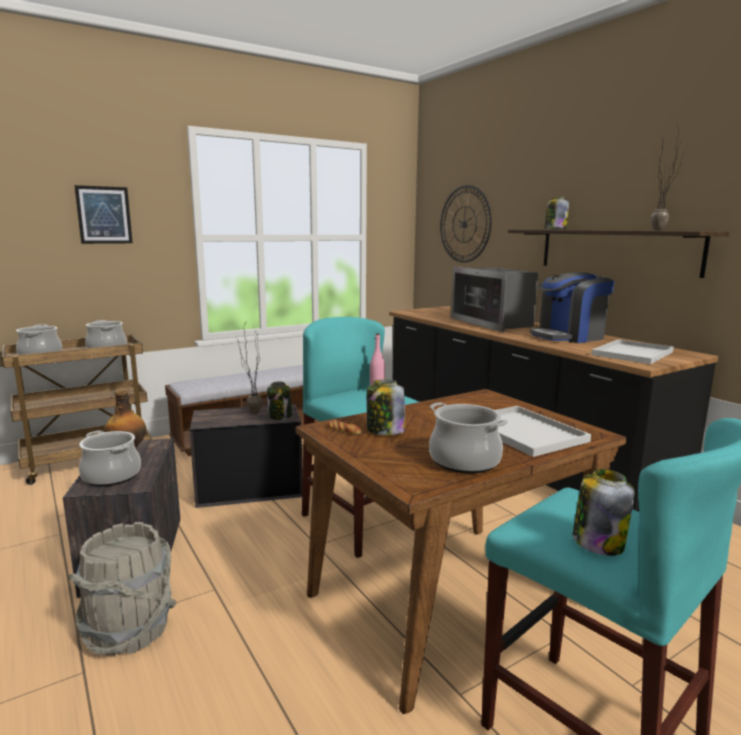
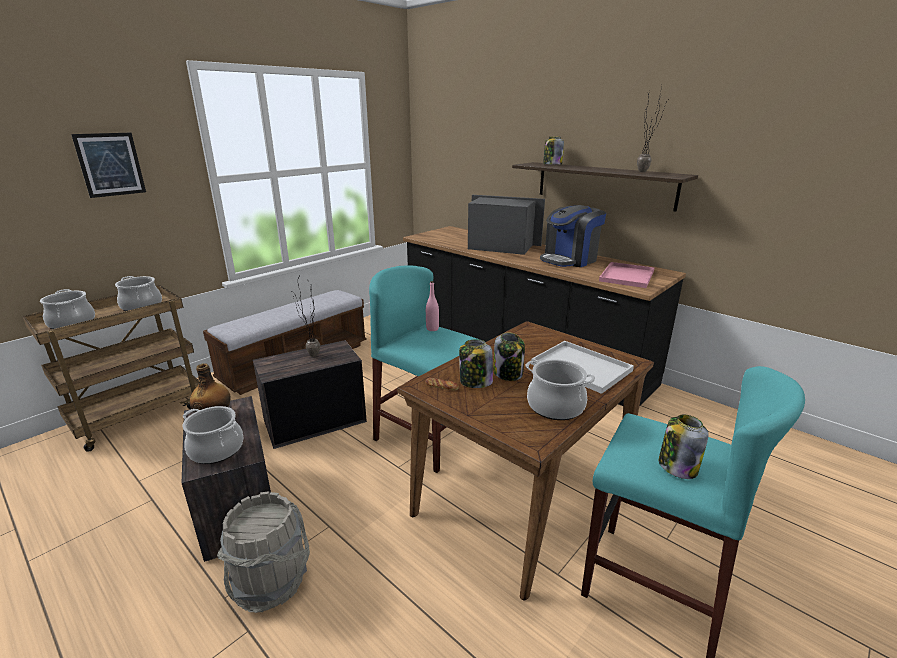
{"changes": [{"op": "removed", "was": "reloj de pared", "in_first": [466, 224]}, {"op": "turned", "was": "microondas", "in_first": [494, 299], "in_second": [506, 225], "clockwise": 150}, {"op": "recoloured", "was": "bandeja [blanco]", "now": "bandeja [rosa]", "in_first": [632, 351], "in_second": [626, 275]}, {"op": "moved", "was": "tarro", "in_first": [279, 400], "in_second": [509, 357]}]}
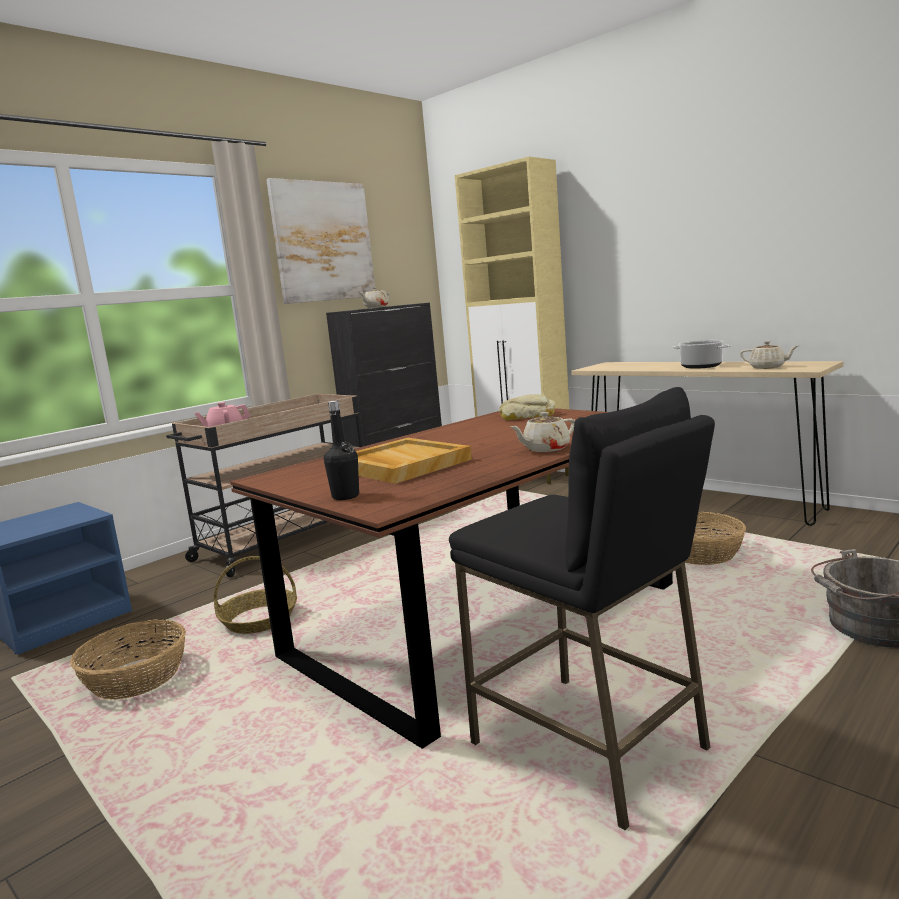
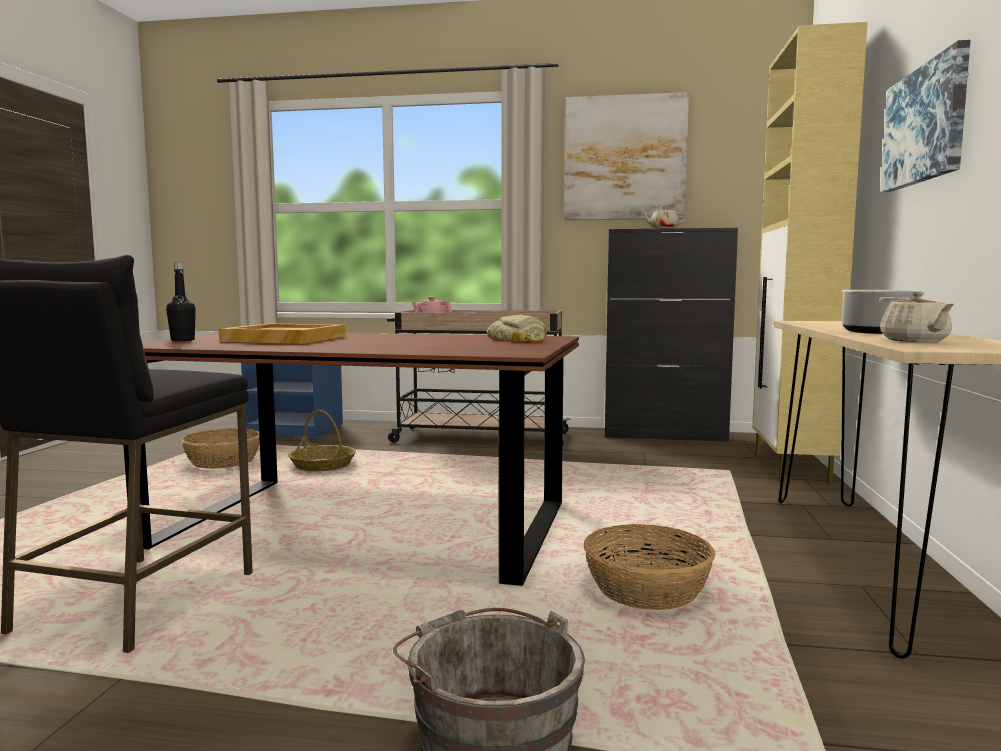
{"changes": [{"op": "removed", "was": "tetera [beis]", "in_first": [542, 432]}, {"op": "added", "now": "cuadro", "in_second": [925, 116]}]}
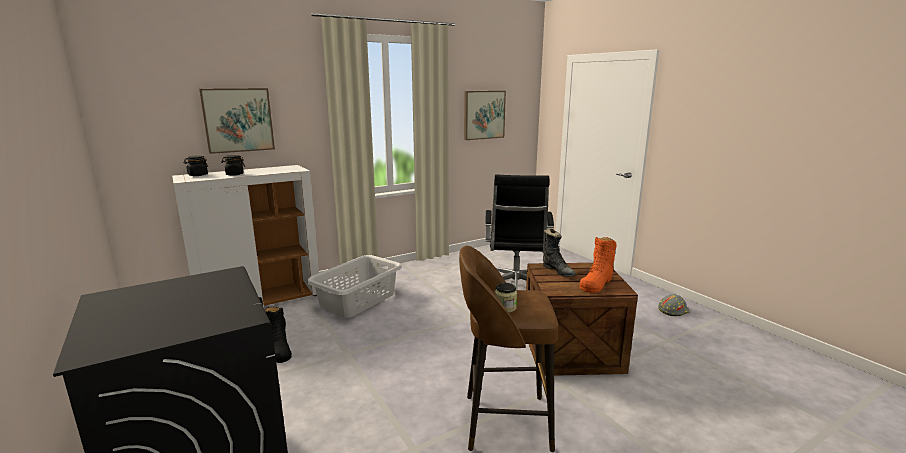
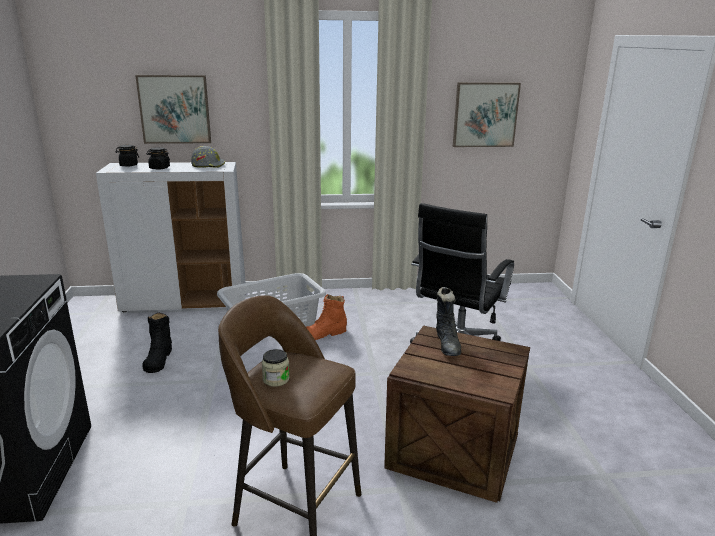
{"changes": [{"op": "moved", "was": "bota [naranja]", "in_first": [598, 265], "in_second": [326, 317]}, {"op": "moved", "was": "casco [gris]", "in_first": [674, 305], "in_second": [208, 157]}]}
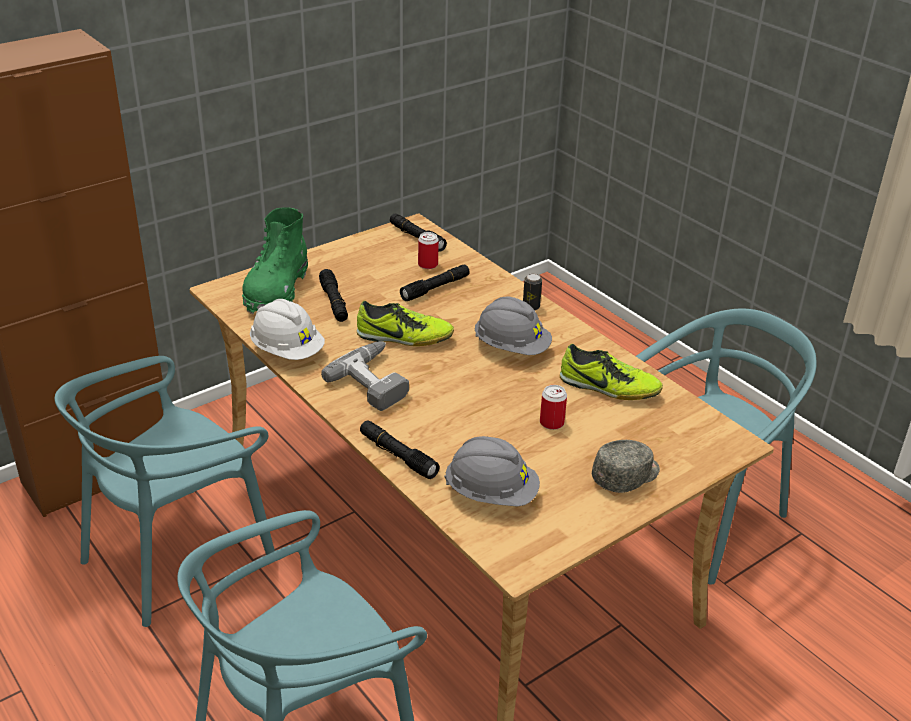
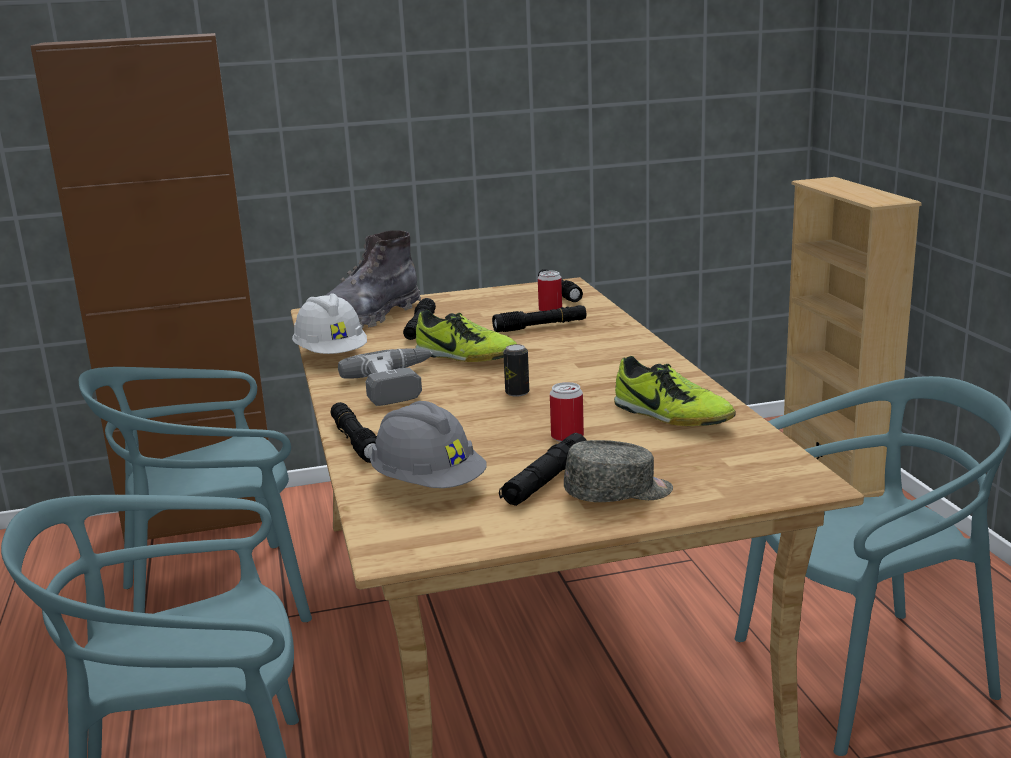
{"changes": [{"op": "recoloured", "was": "bota [verde]", "now": "bota [gris]", "in_first": [275, 260], "in_second": [374, 279]}, {"op": "moved", "was": "lata", "in_first": [532, 292], "in_second": [516, 370]}, {"op": "removed", "was": "casco [gris]", "in_first": [513, 326]}, {"op": "added", "now": "estantería [beis]", "in_second": [852, 337]}, {"op": "added", "now": "linterna [negro]", "in_second": [543, 469]}]}
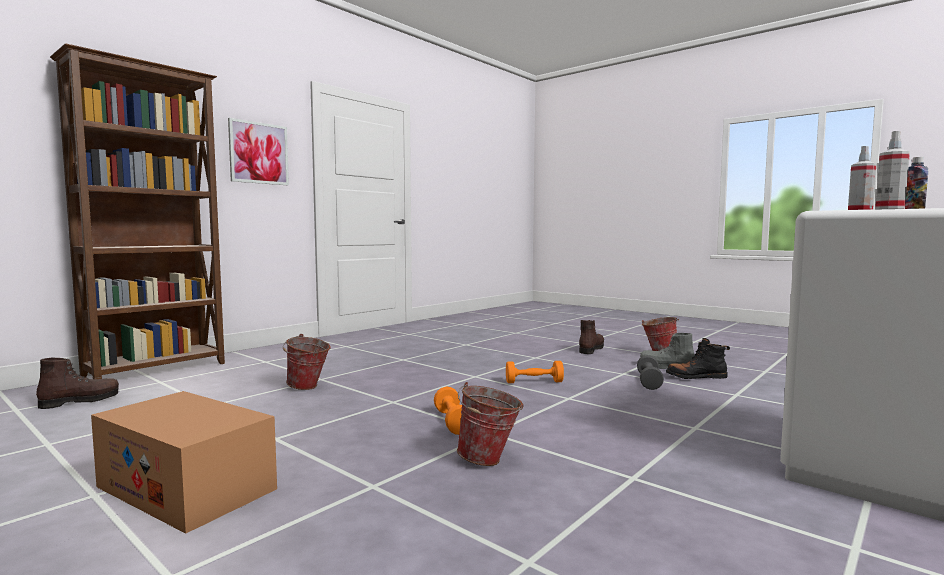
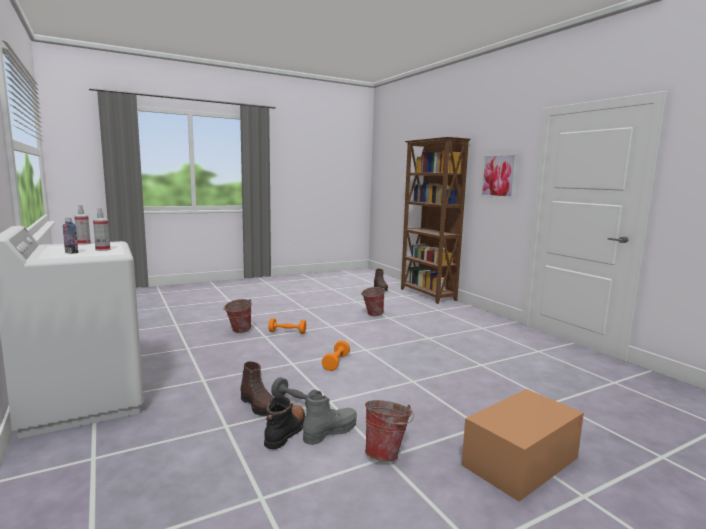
{"changes": [{"op": "moved", "was": "bota [marrón]", "in_first": [591, 337], "in_second": [257, 388]}, {"op": "moved", "was": "caja de cartón", "in_first": [184, 462], "in_second": [523, 445]}]}
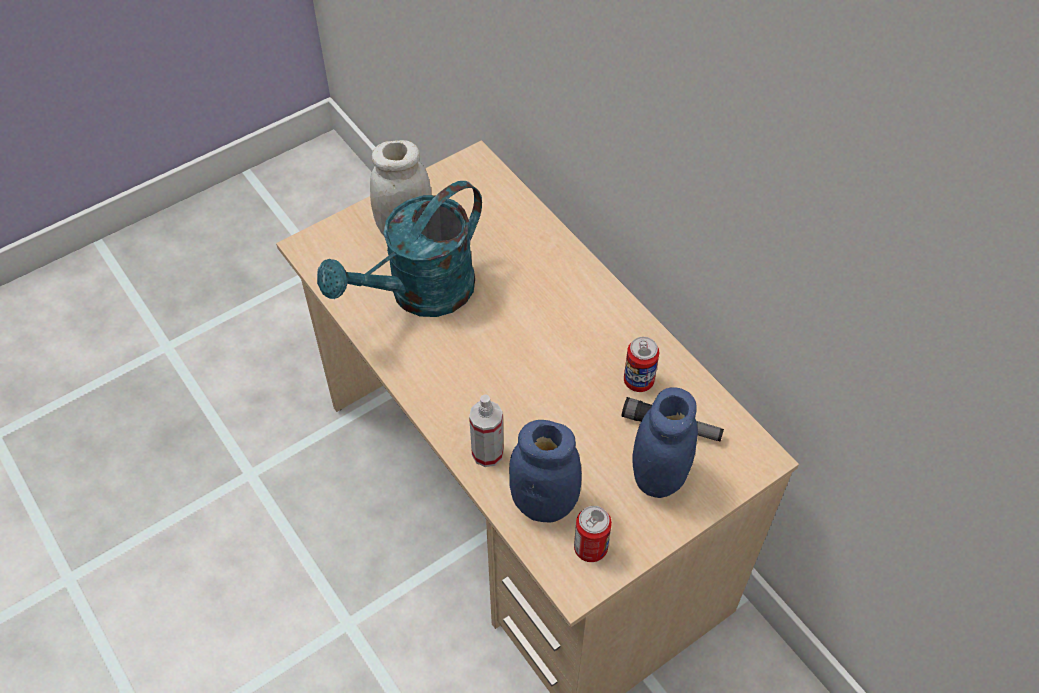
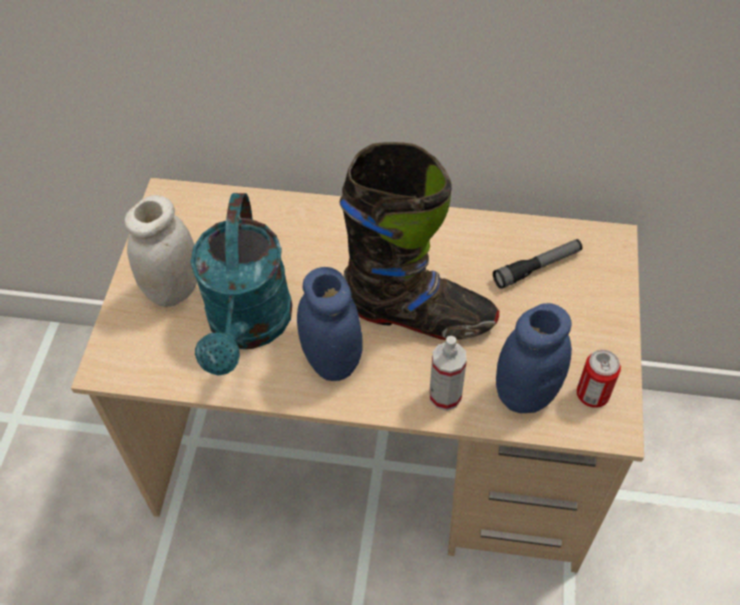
{"changes": [{"op": "removed", "was": "lata", "in_first": [641, 364]}, {"op": "moved", "was": "tarro [azul]", "in_first": [665, 442], "in_second": [330, 324]}, {"op": "added", "now": "bota [negro]", "in_second": [419, 241]}]}
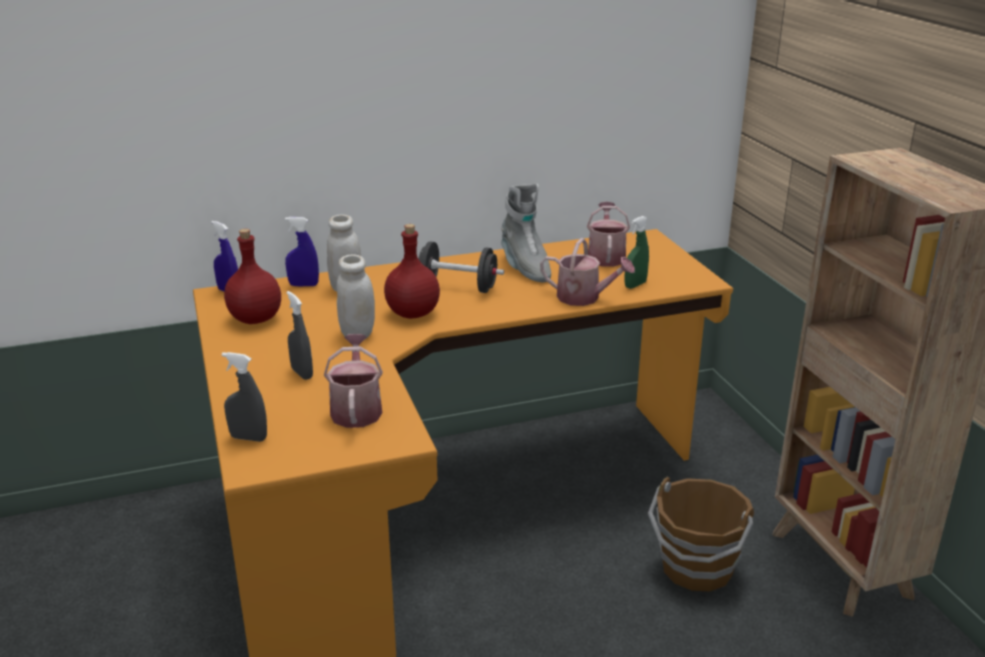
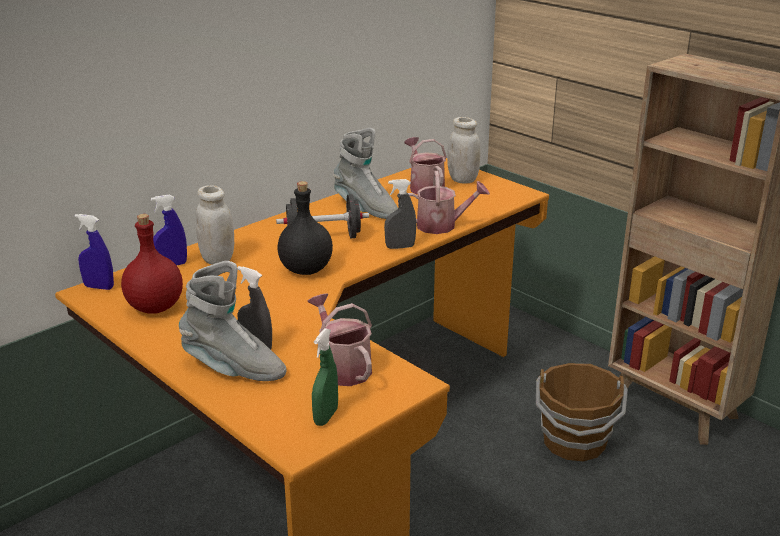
{"changes": [{"op": "moved", "was": "pulverizador [verde]", "in_first": [636, 252], "in_second": [325, 377]}, {"op": "recoloured", "was": "botella [rojo]", "now": "botella [negro]", "in_first": [412, 271], "in_second": [305, 228]}, {"op": "moved", "was": "tarro [blanco]", "in_first": [356, 297], "in_second": [463, 150]}, {"op": "moved", "was": "pulverizador [gris]", "in_first": [244, 397], "in_second": [400, 214]}, {"op": "added", "now": "bota [gris]", "in_second": [233, 321]}]}
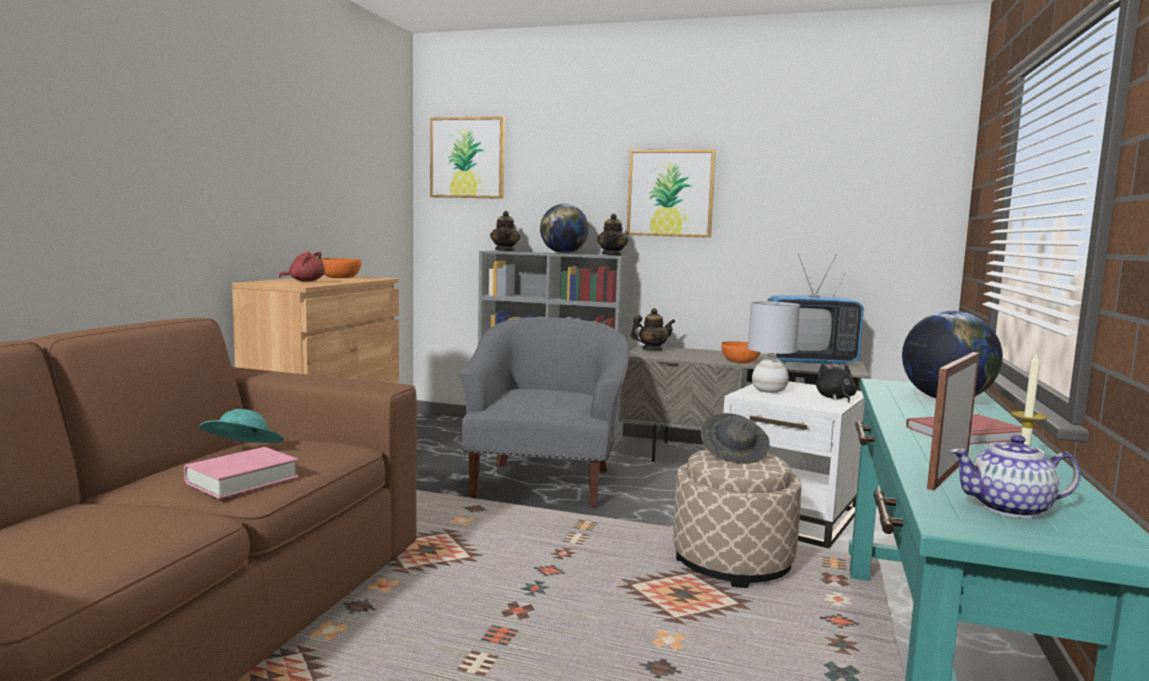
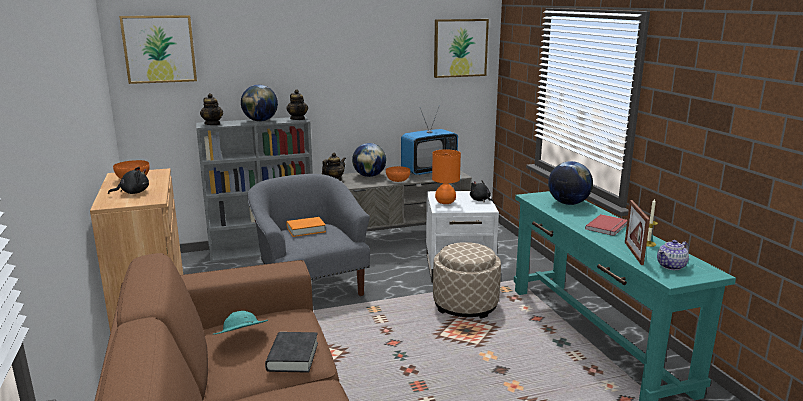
{"changes": [{"op": "moved", "was": "cuadro", "in_first": [671, 193], "in_second": [461, 48]}, {"op": "recoloured", "was": "peluche [rojo]", "now": "peluche [negro]", "in_first": [302, 266], "in_second": [128, 180]}, {"op": "recoloured", "was": "lámpara de mesa [gris]", "now": "lámpara de mesa [naranja]", "in_first": [774, 347], "in_second": [446, 177]}, {"op": "removed", "was": "sombrero [gris]", "in_first": [735, 438]}, {"op": "recoloured", "was": "libro [rosa]", "now": "libro [negro]", "in_first": [241, 473], "in_second": [291, 352]}, {"op": "added", "now": "globo terráqueo", "in_second": [369, 160]}, {"op": "added", "now": "libro [naranja]", "in_second": [306, 227]}]}
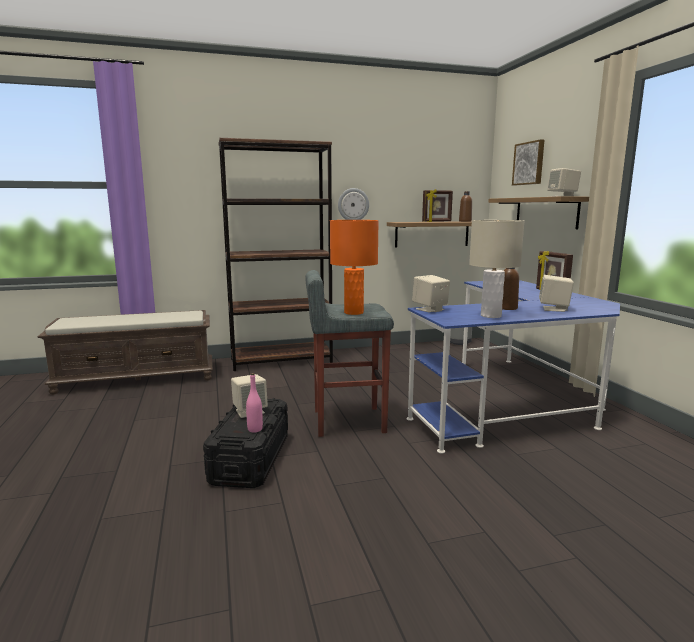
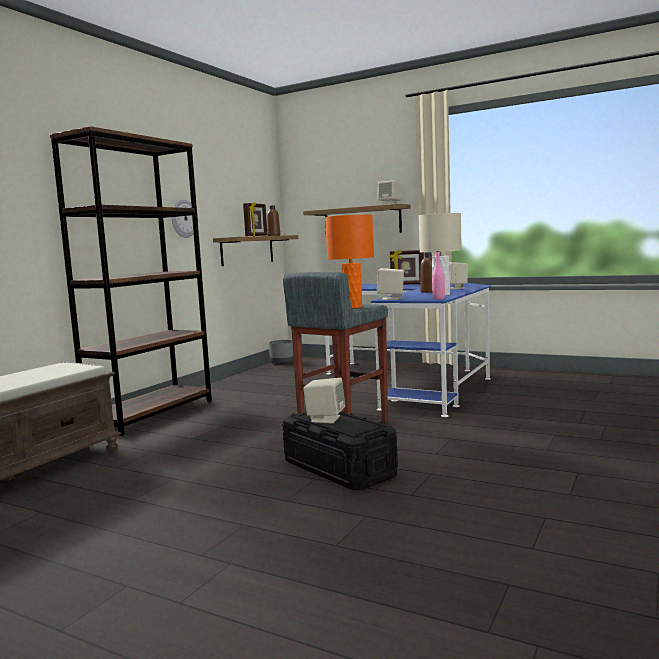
{"changes": [{"op": "removed", "was": "cuadro", "in_first": [528, 162]}, {"op": "moved", "was": "botella [rosa]", "in_first": [254, 402], "in_second": [438, 275]}]}
